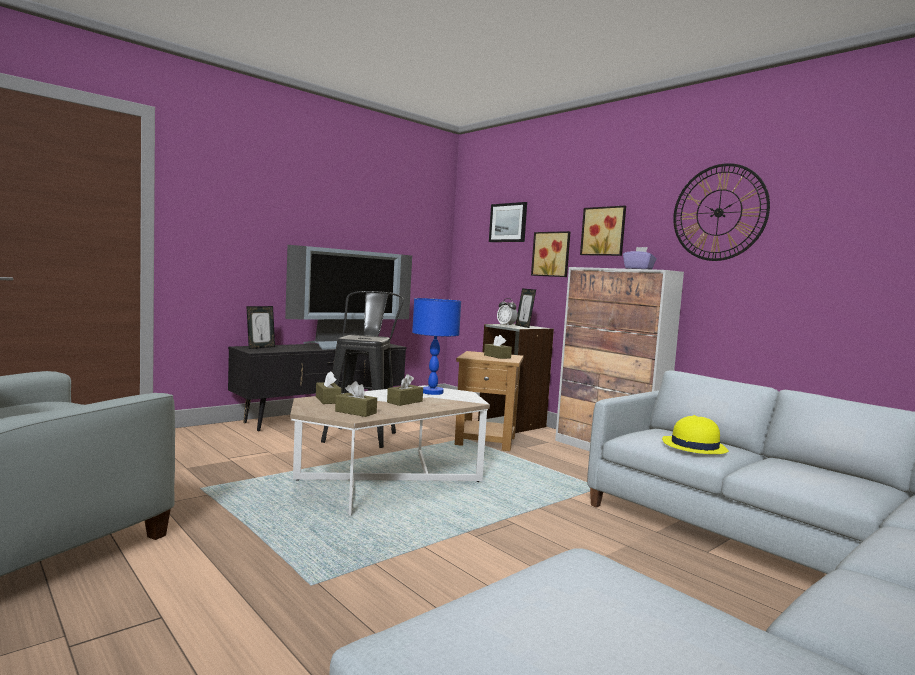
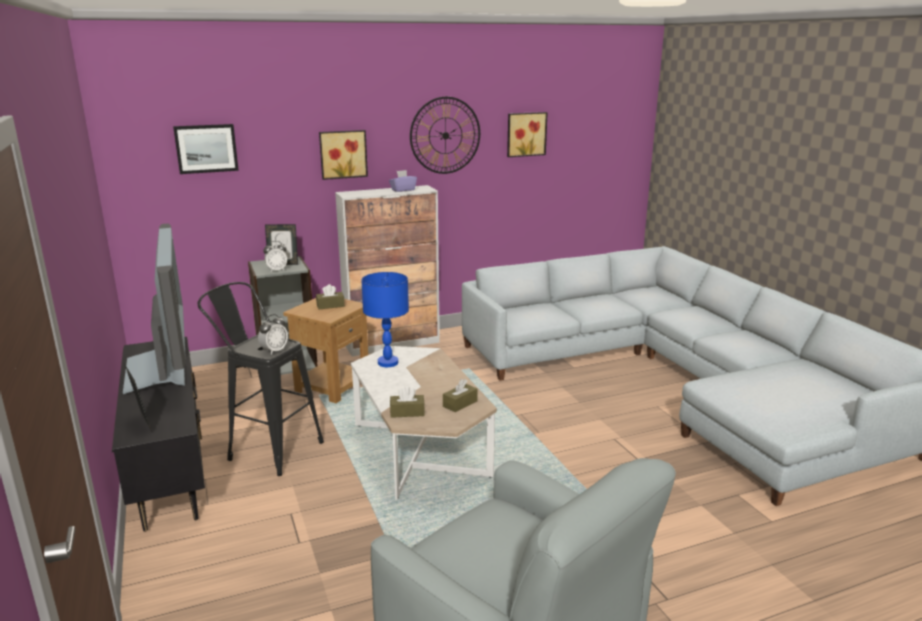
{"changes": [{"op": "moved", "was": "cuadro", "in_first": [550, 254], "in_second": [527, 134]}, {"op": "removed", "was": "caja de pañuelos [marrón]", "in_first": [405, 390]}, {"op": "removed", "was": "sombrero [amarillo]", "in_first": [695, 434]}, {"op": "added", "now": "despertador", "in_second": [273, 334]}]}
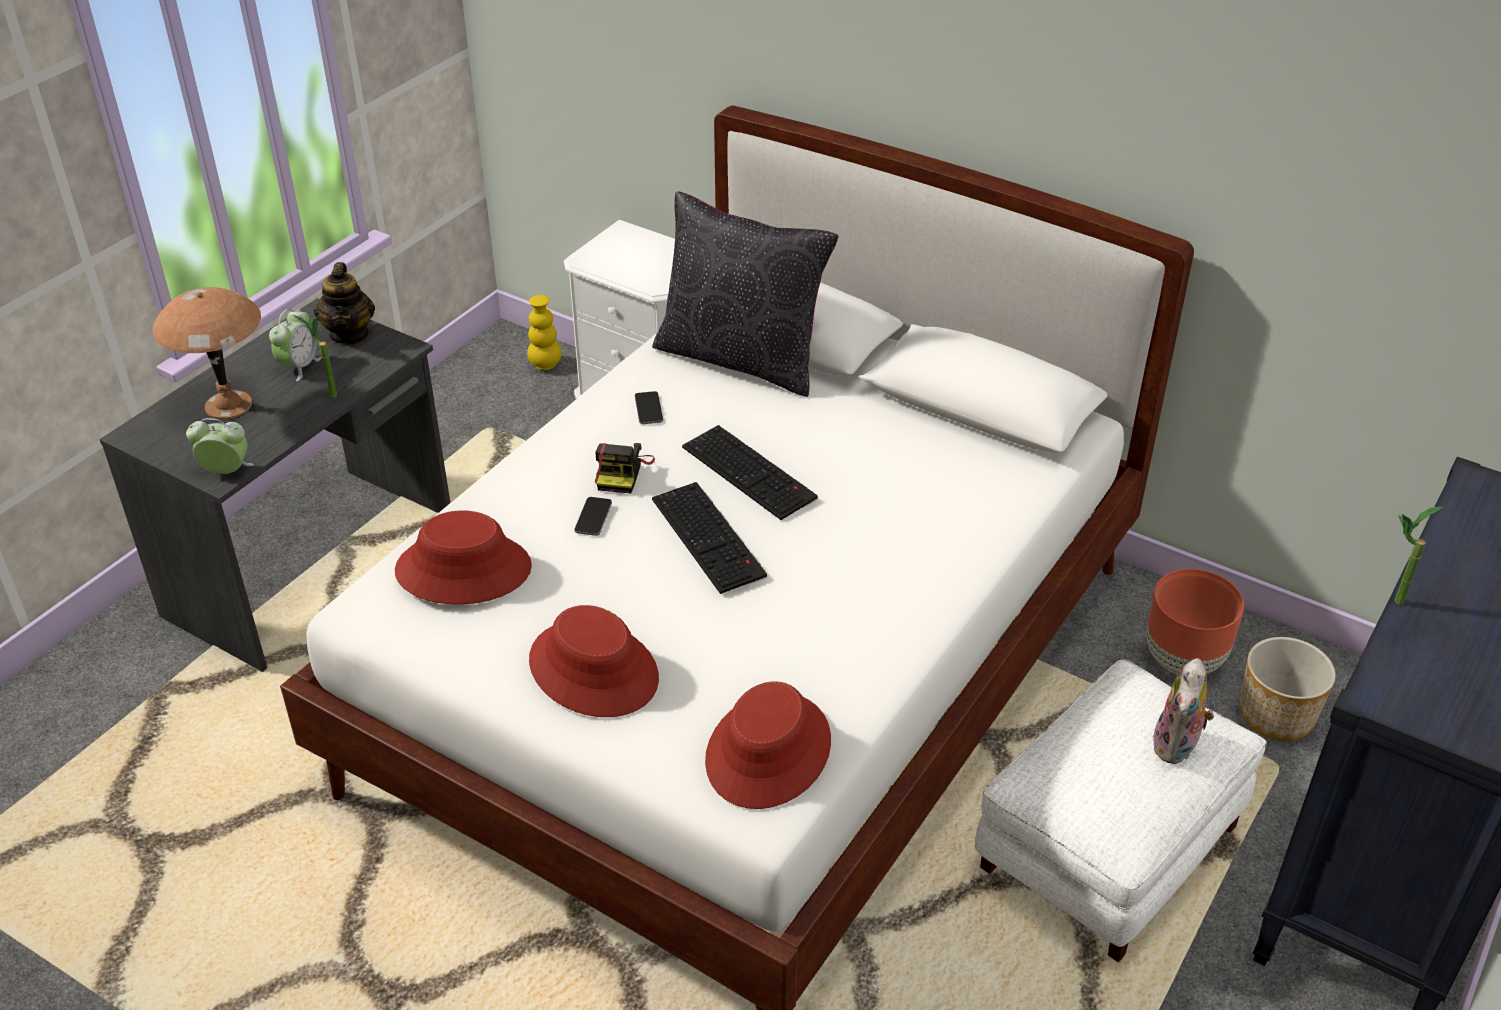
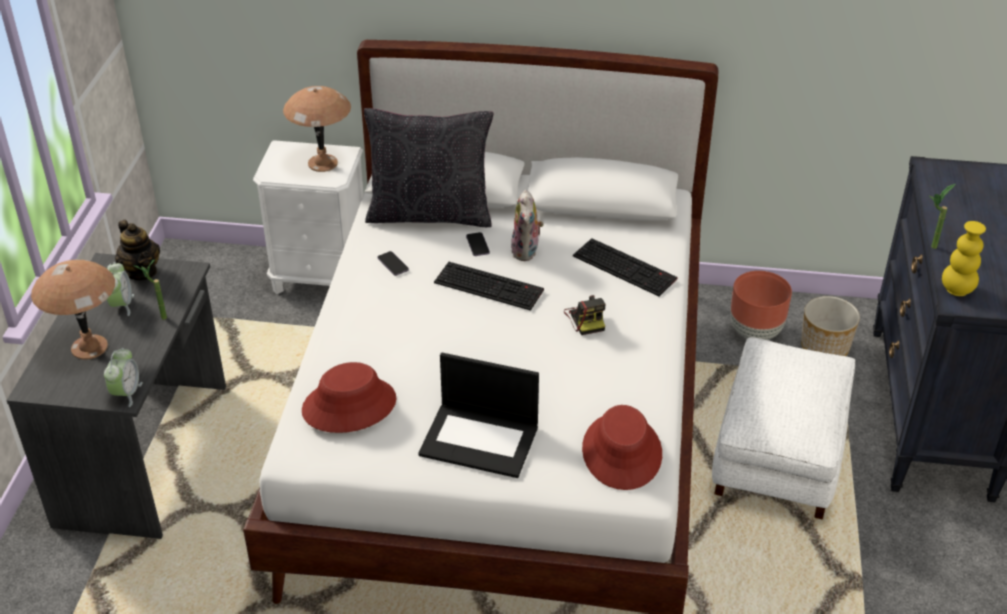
{"changes": [{"op": "moved", "was": "florero [amarillo]", "in_first": [544, 332], "in_second": [964, 258]}, {"op": "turned", "was": "despertador", "in_first": [220, 446], "in_second": [123, 377], "clockwise": 120}, {"op": "moved", "was": "cámara", "in_first": [625, 468], "in_second": [584, 315]}, {"op": "moved", "was": "teclado", "in_first": [709, 538], "in_second": [625, 267]}, {"op": "moved", "was": "móvil", "in_first": [593, 516], "in_second": [478, 244]}, {"op": "replaced", "was": "sombrero [rojo]", "now": "portátil", "in_first": [594, 661], "in_second": [478, 415]}, {"op": "moved", "was": "peluche", "in_first": [1183, 711], "in_second": [527, 225]}, {"op": "added", "now": "lámpara de mesa [marrón]", "in_second": [317, 129]}]}
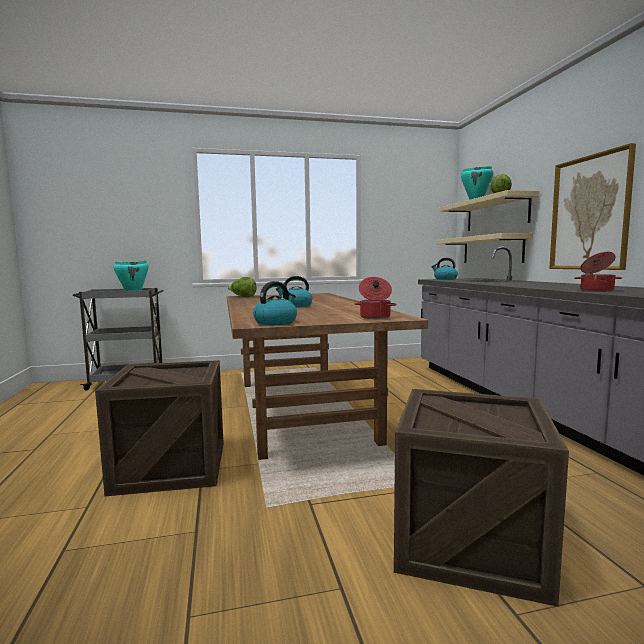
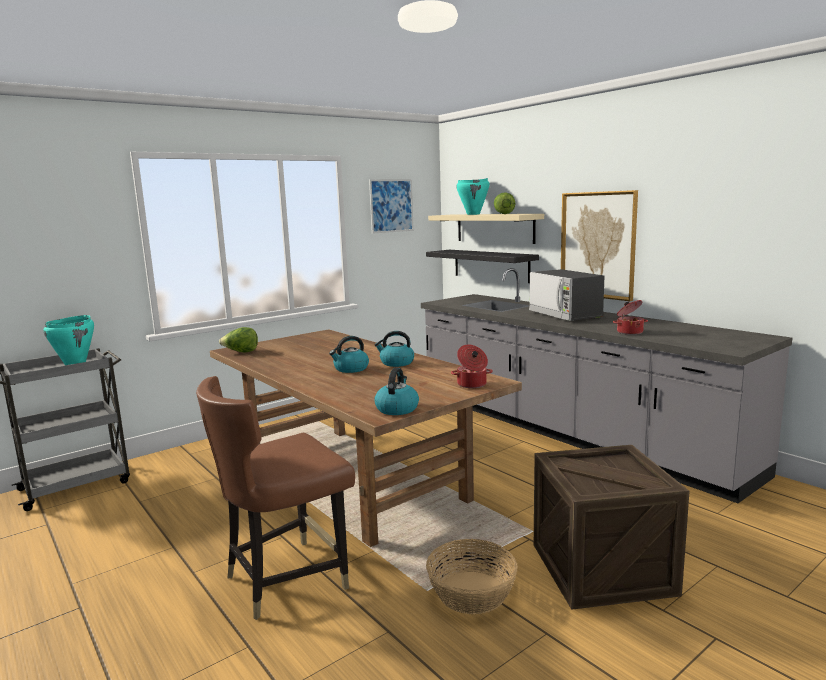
{"changes": [{"op": "recoloured", "was": "estante [beis]", "now": "estante [negro]", "in_first": [484, 248], "in_second": [482, 266]}, {"op": "moved", "was": "hervidor", "in_first": [445, 269], "in_second": [394, 349]}, {"op": "replaced", "was": "caja de embalaje", "now": "silla [marrón]", "in_first": [159, 428], "in_second": [275, 498]}, {"op": "added", "now": "cuadro", "in_second": [391, 206]}, {"op": "added", "now": "microondas", "in_second": [566, 295]}, {"op": "added", "now": "cesta", "in_second": [472, 576]}]}
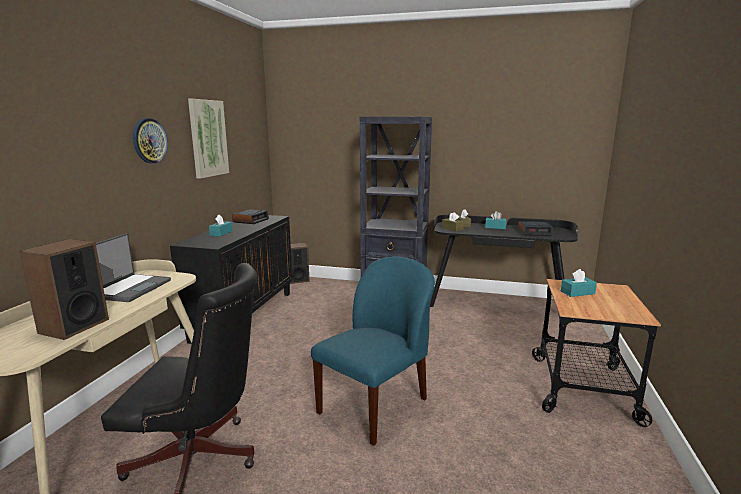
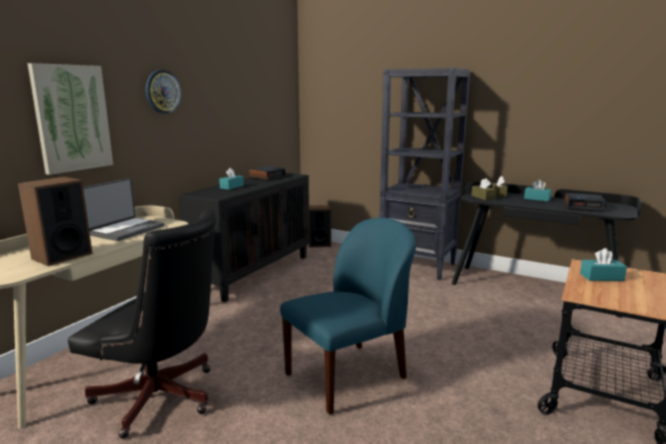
{"changes": [{"op": "moved", "was": "cuadro", "in_first": [208, 139], "in_second": [70, 119]}]}
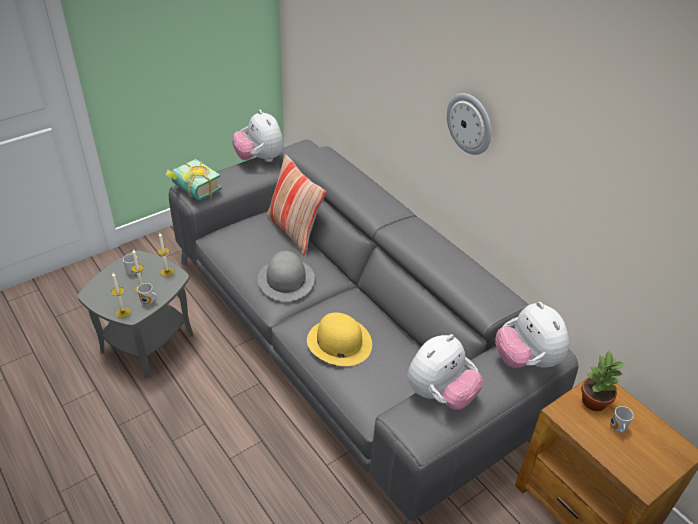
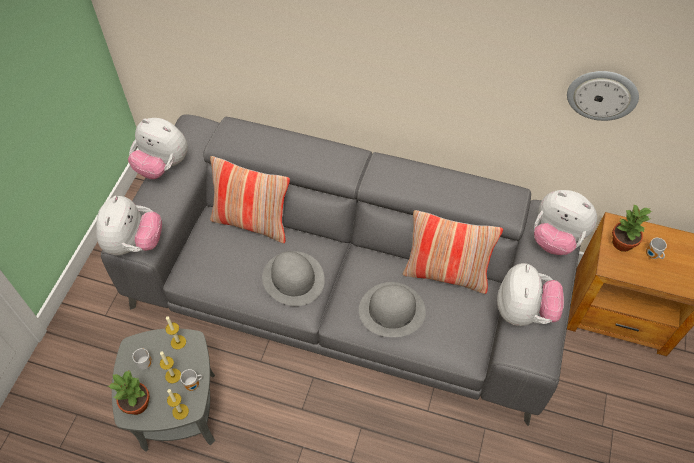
{"changes": [{"op": "moved", "was": "reloj de pared", "in_first": [469, 124], "in_second": [603, 96]}, {"op": "replaced", "was": "libro", "now": "peluche", "in_first": [194, 179], "in_second": [129, 225]}, {"op": "recoloured", "was": "sombrero [amarillo]", "now": "sombrero [gris]", "in_first": [339, 339], "in_second": [392, 309]}, {"op": "added", "now": "cojín", "in_second": [453, 252]}, {"op": "added", "now": "planta en maceta", "in_second": [129, 393]}]}
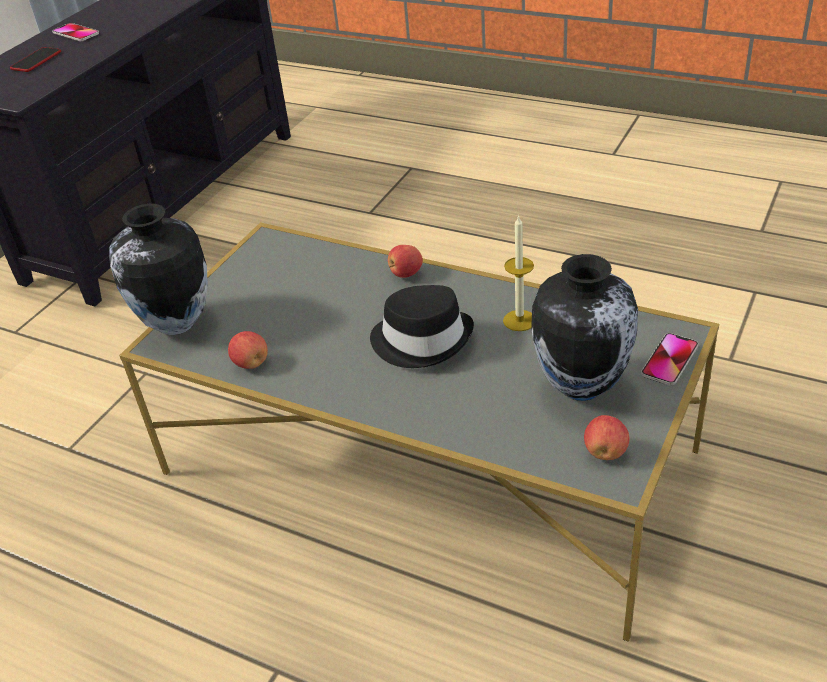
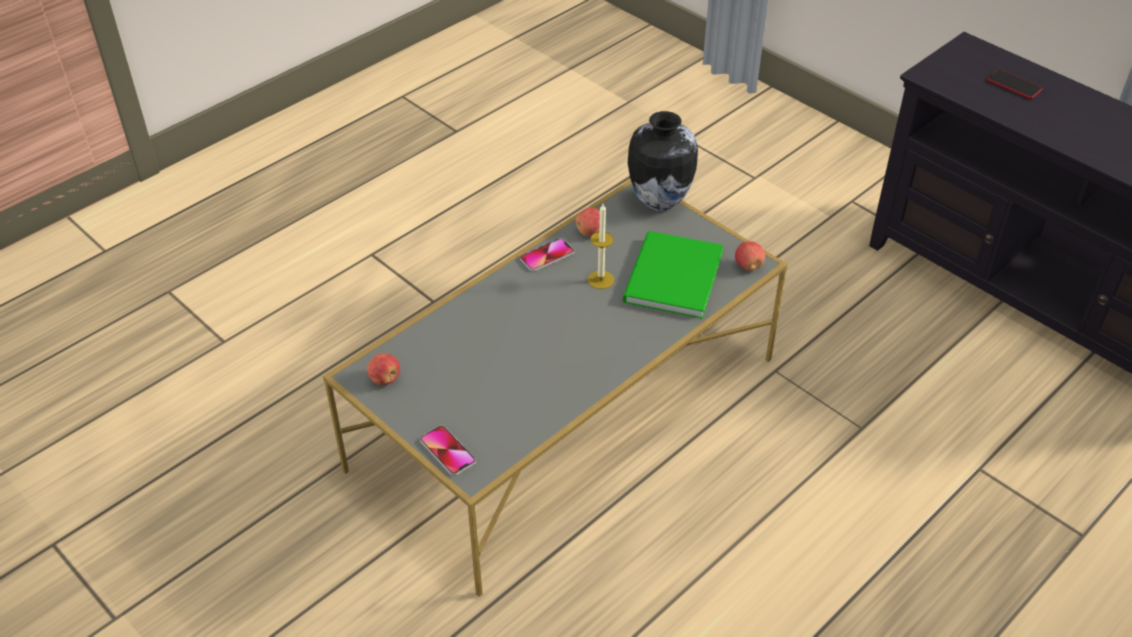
{"changes": [{"op": "moved", "was": "móvil", "in_first": [75, 32], "in_second": [547, 254]}, {"op": "moved", "was": "vela", "in_first": [518, 273], "in_second": [601, 246]}, {"op": "moved", "was": "manzana", "in_first": [405, 261], "in_second": [750, 256]}, {"op": "removed", "was": "florero", "in_first": [584, 327]}, {"op": "removed", "was": "sombrero [negro]", "in_first": [422, 326]}, {"op": "added", "now": "libro [verde]", "in_second": [673, 275]}]}
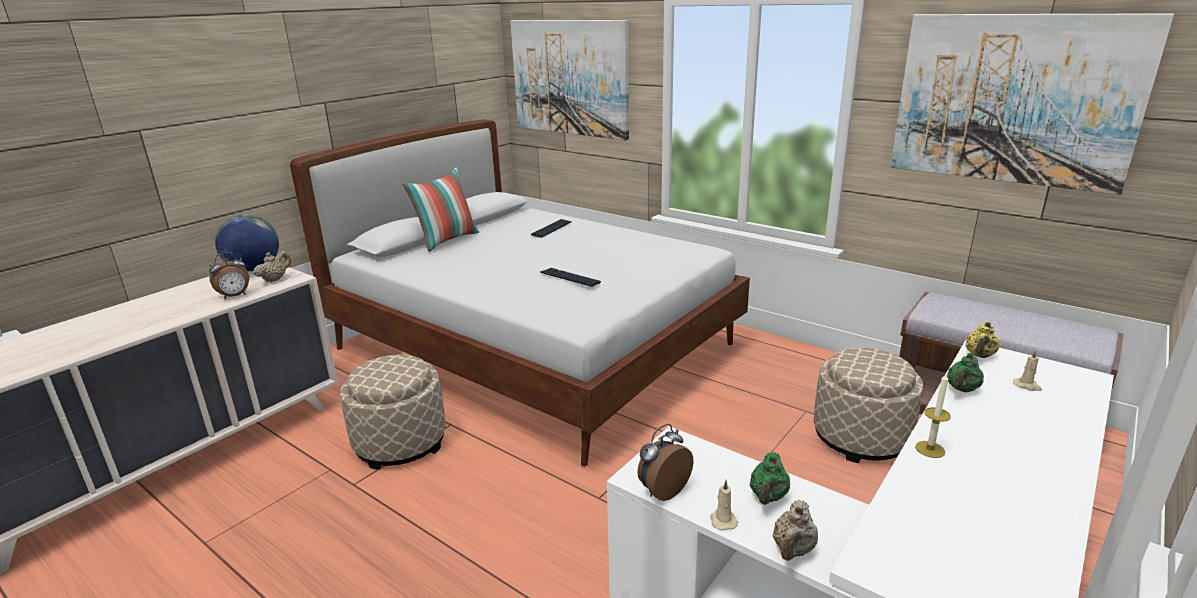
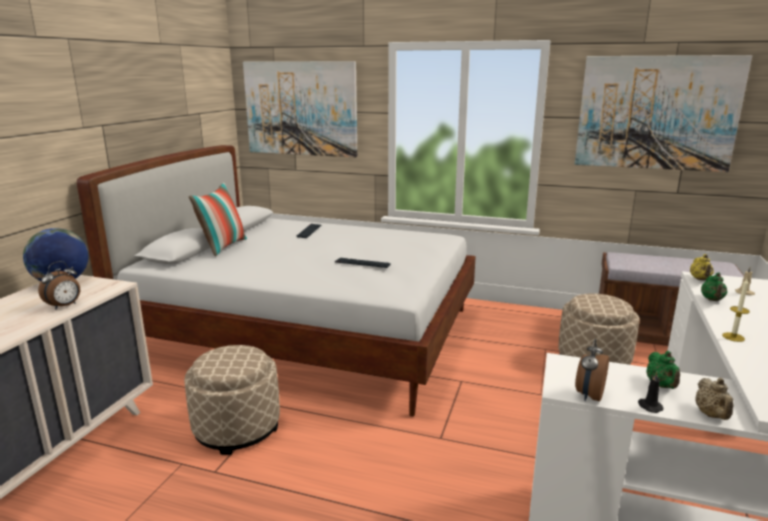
{"changes": [{"op": "removed", "was": "tetera [beis]", "in_first": [272, 266]}, {"op": "recoloured", "was": "vela [beis]", "now": "vela [negro]", "in_first": [724, 505], "in_second": [650, 392]}]}
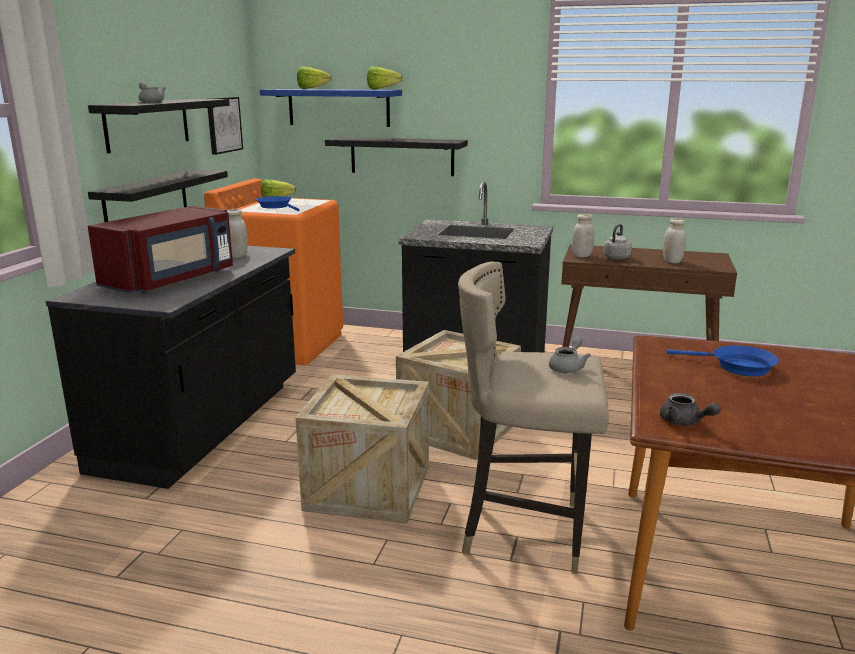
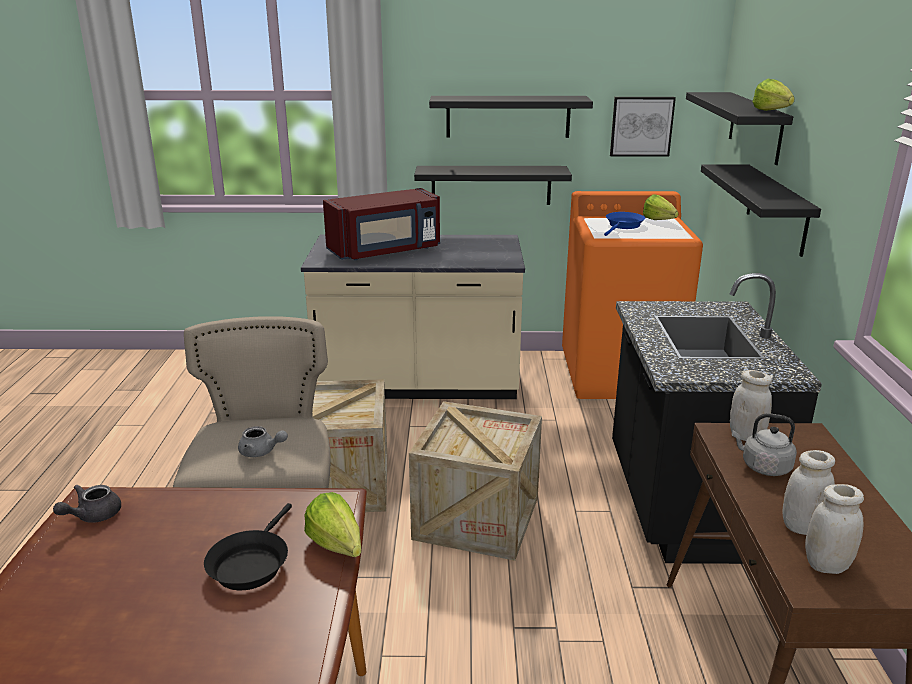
{"changes": [{"op": "moved", "was": "lechuga", "in_first": [314, 77], "in_second": [333, 524]}, {"op": "removed", "was": "tetera [gris]", "in_first": [152, 92]}, {"op": "recoloured", "was": "estante [azul]", "now": "estante [negro]", "in_first": [331, 108], "in_second": [739, 128]}, {"op": "turned", "was": "microondas [rojo]", "in_first": [160, 249], "in_second": [381, 224], "clockwise": -45}, {"op": "moved", "was": "tarro [blanco]", "in_first": [237, 233], "in_second": [834, 529]}, {"op": "recoloured", "was": "mueble bajo de cocina [negro]", "now": "mueble bajo de cocina [beis]", "in_first": [171, 367], "in_second": [413, 316]}, {"op": "recoloured", "was": "sartén [azul]", "now": "sartén [negro]", "in_first": [722, 360], "in_second": [248, 546]}]}
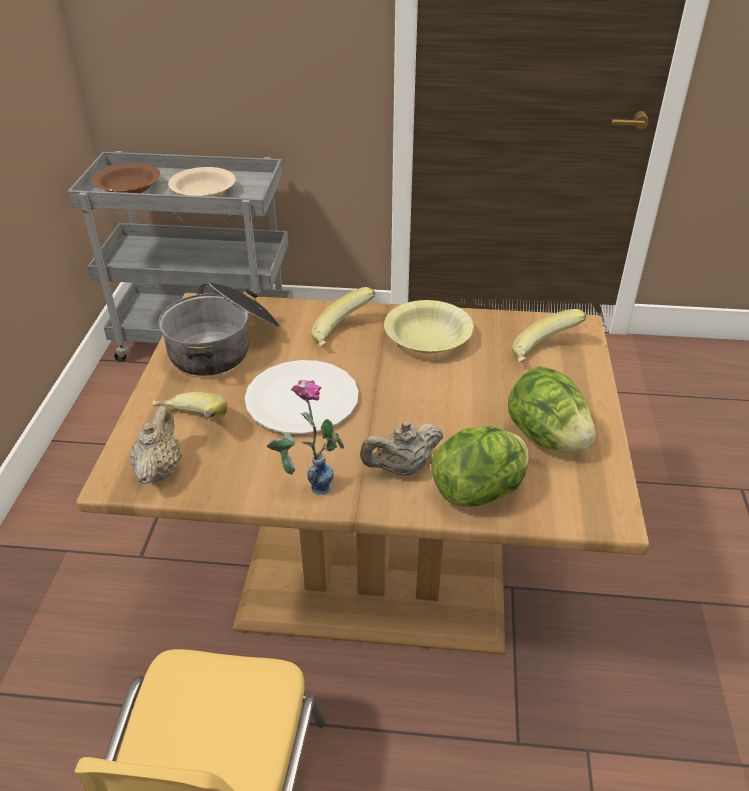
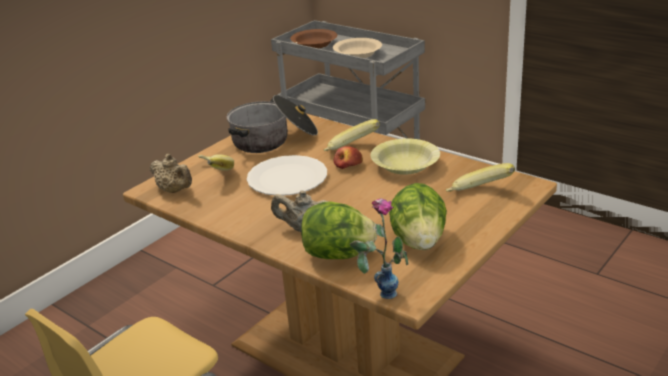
{"changes": [{"op": "moved", "was": "florero", "in_first": [305, 437], "in_second": [379, 248]}, {"op": "turned", "was": "tetera [beis]", "in_first": [156, 445], "in_second": [171, 173], "clockwise": 90}, {"op": "added", "now": "manzana", "in_second": [348, 157]}]}
